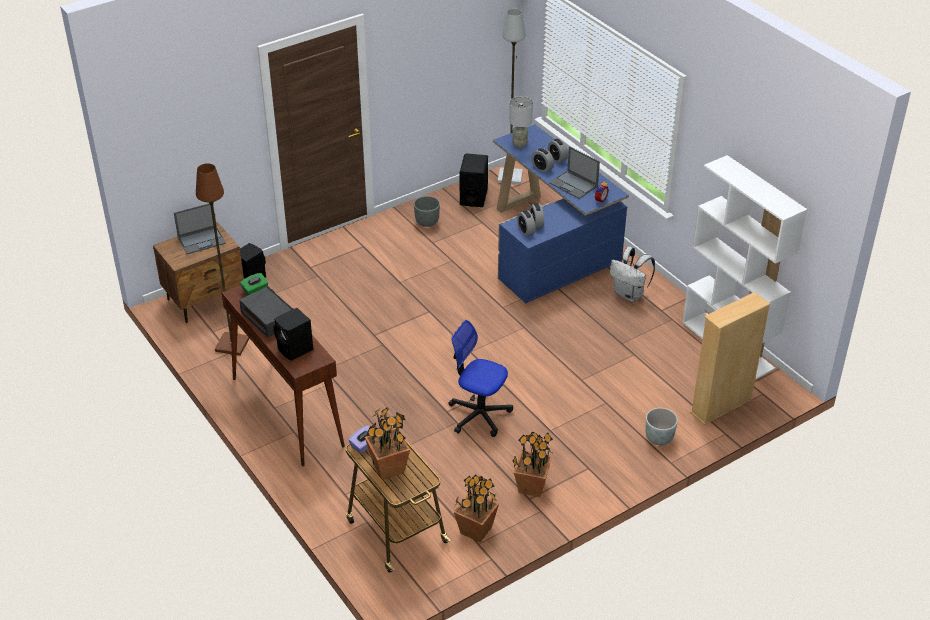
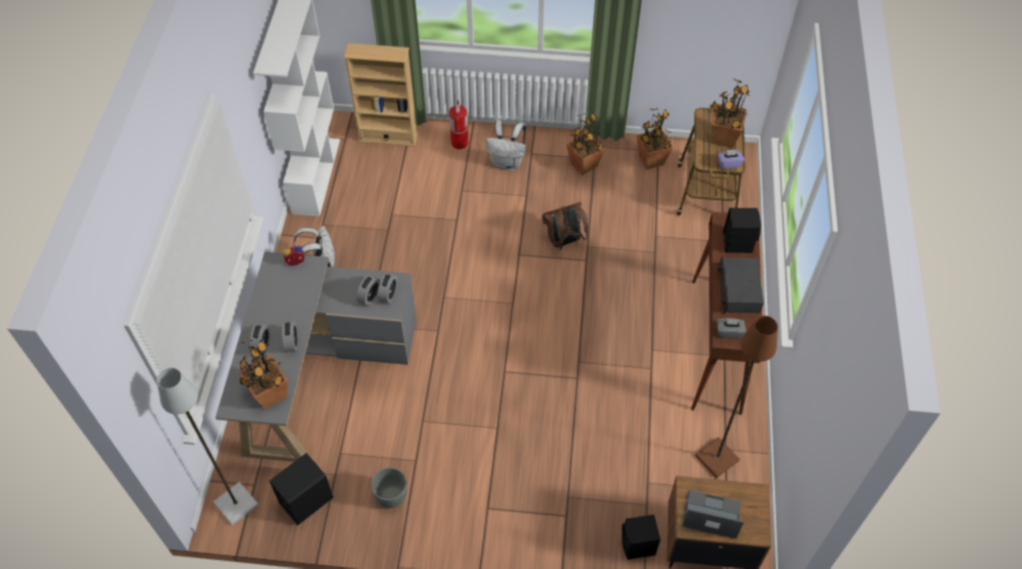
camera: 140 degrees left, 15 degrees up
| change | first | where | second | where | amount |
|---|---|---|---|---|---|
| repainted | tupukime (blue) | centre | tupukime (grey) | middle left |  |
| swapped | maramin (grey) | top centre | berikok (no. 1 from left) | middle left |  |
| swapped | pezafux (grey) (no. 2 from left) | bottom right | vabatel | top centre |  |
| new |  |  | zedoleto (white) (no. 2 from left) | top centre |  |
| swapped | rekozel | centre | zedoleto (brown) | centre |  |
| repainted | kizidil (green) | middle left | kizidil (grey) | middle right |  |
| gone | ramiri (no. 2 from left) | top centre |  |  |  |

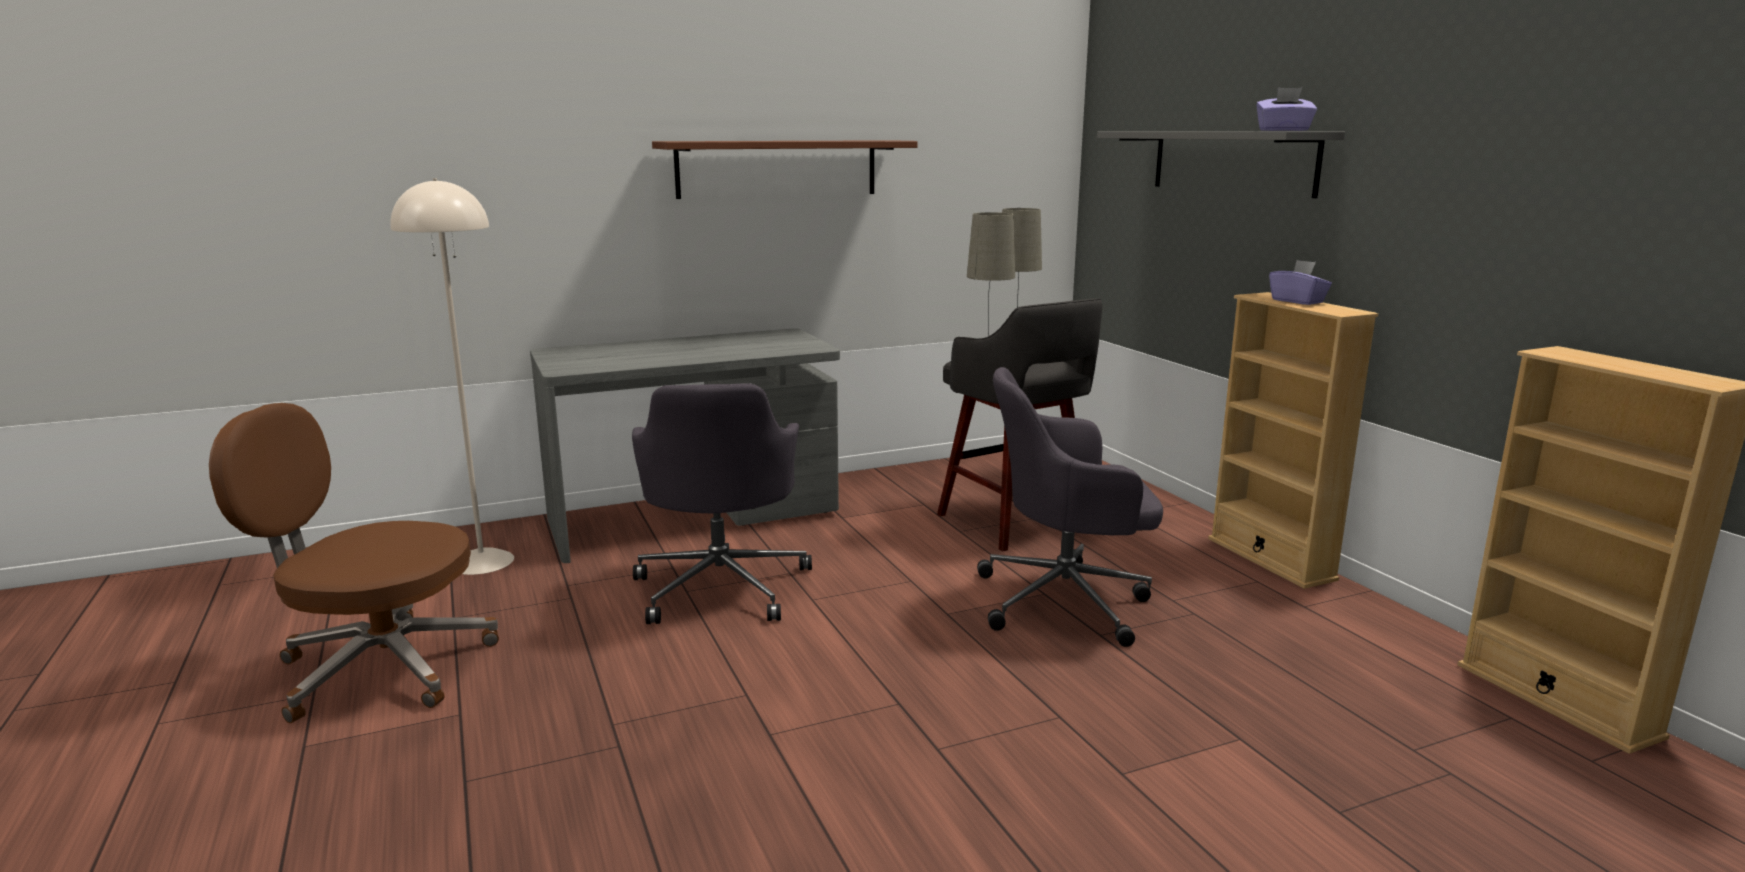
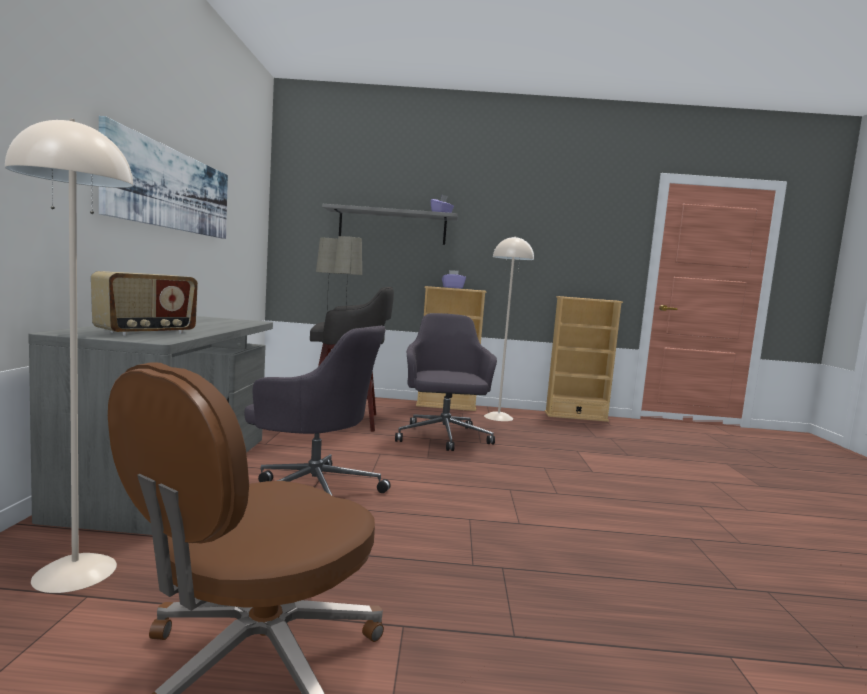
camera: 65 degrees left, 10 degrees down
| change | first | where | second | where | amount |
|---|---|---|---|---|---|
| new |  |  | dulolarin | middle left |  |
| swapped | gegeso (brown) | top centre | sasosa | top left |  |
| rotated | rekozel (grey) (no. 2 from left) | centre |  | centre | 150 degrees clockwise |
| new |  |  | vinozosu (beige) (no. 2 from left) | centre |  |

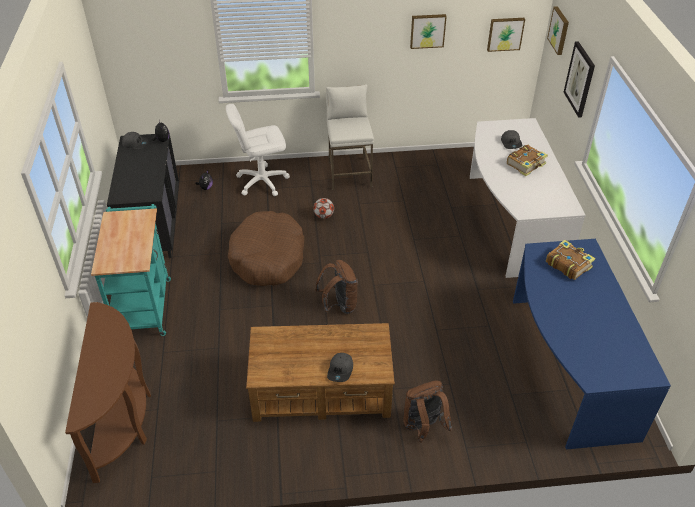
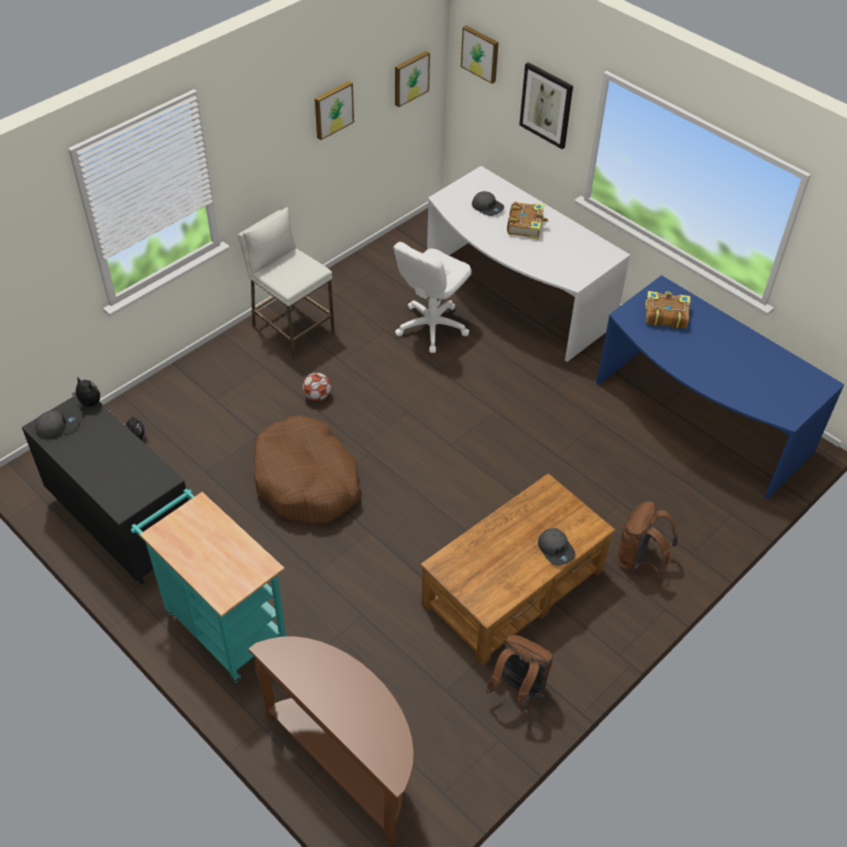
camera: 40 degrees left, 5 degrees up
| change | first | where | second | where | amount |
|---|---|---|---|---|---|
| shifted | rekozel (white) | top centre |  | centre |  |
| shifted | zedoleto (brown) (no. 1 from left) | centre |  | bottom centre |  |

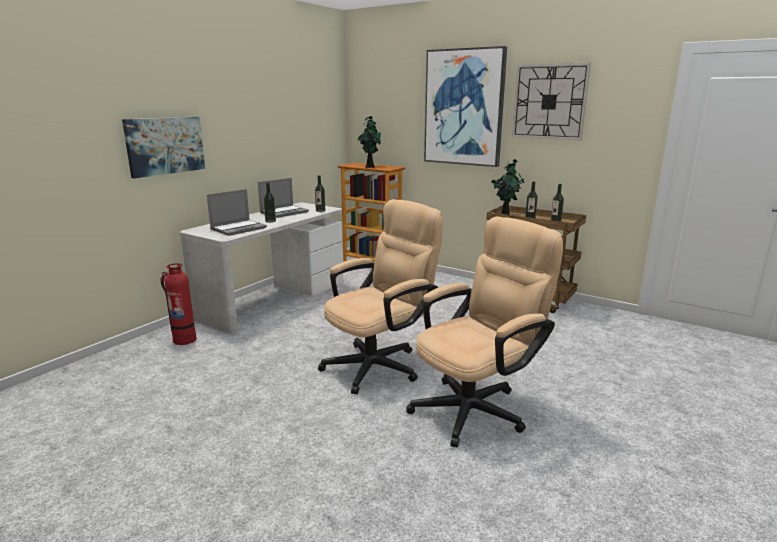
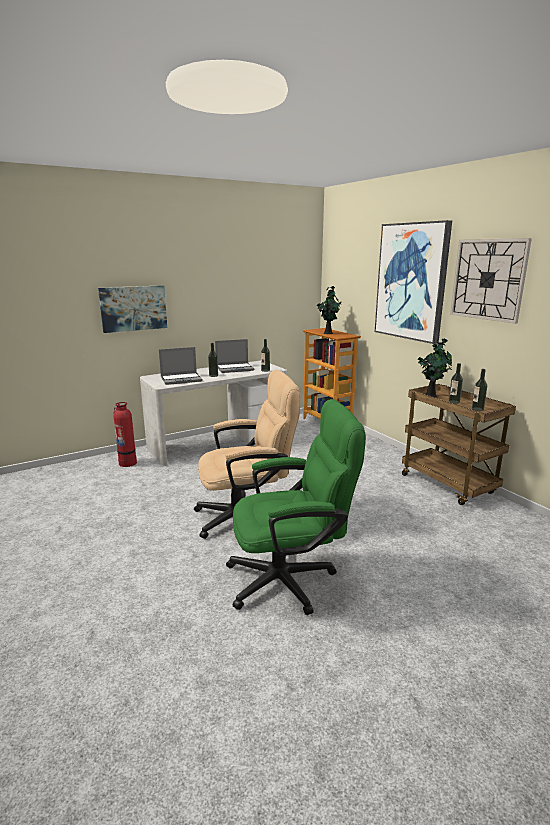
camera: 25 degrees right, 0 degrees up
| change | first | where | second | where | amount |
|---|---|---|---|---|---|
| repainted | rekozel (beige) (no. 2 from left) | centre | rekozel (green) | centre |  |

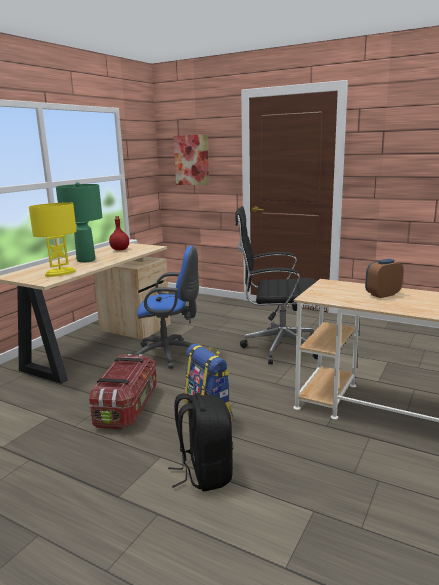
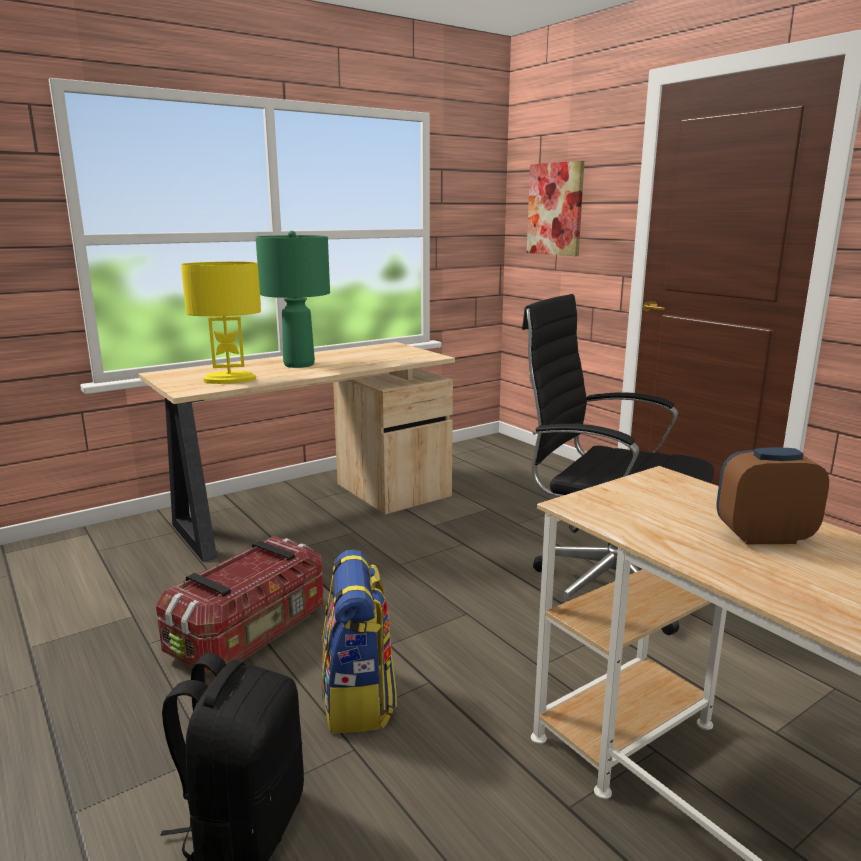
camera: 25 degrees right, 0 degrees up
| change | first | where | second | where | amount |
|---|---|---|---|---|---|
| gone | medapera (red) | middle left |  |  |  |
| gone | rekozel (blue) | centre |  |  |  |

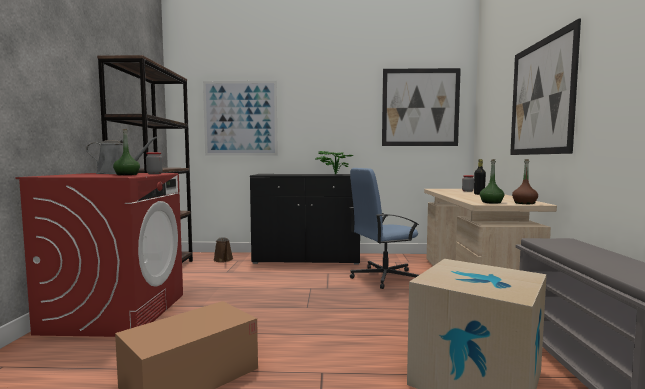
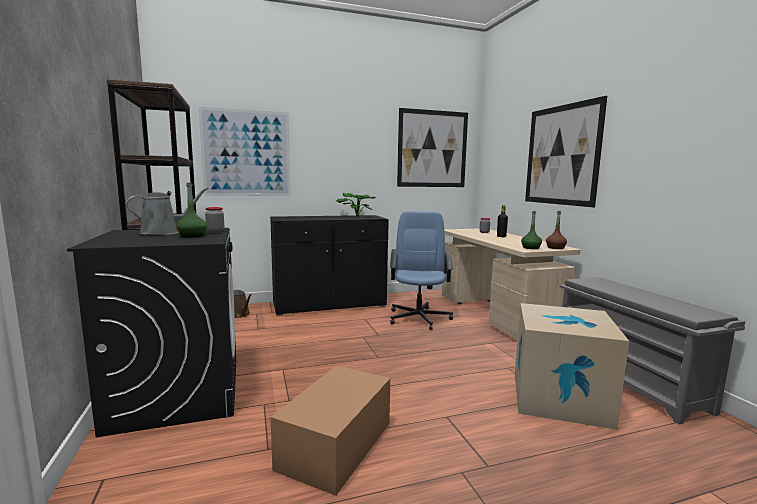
camera: 20 degrees left, 5 degrees up
| change | first | where | second | where | amount |
|---|---|---|---|---|---|
| repainted | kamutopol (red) | middle left | kamutopol (black) | middle left |  |
| rotated | rekozel (blue) | centre |  | centre | 135 degrees clockwise |

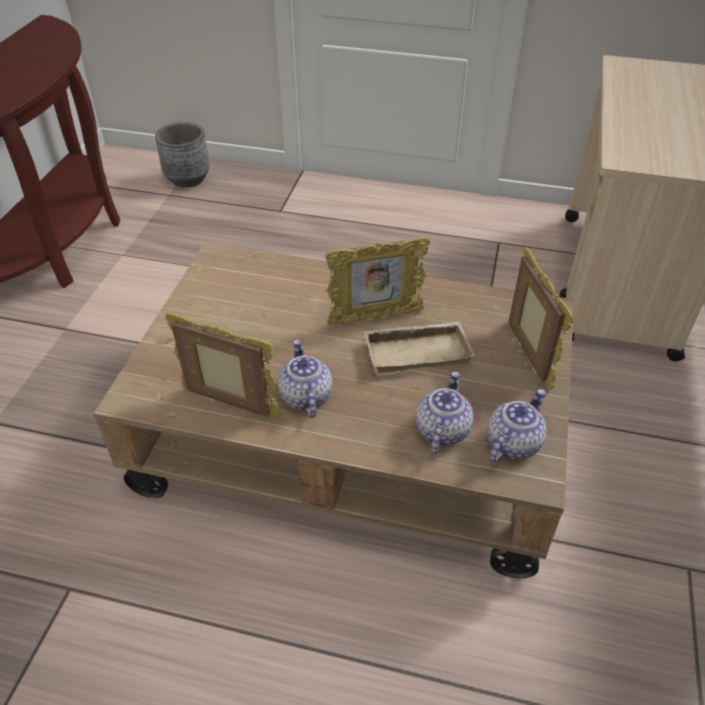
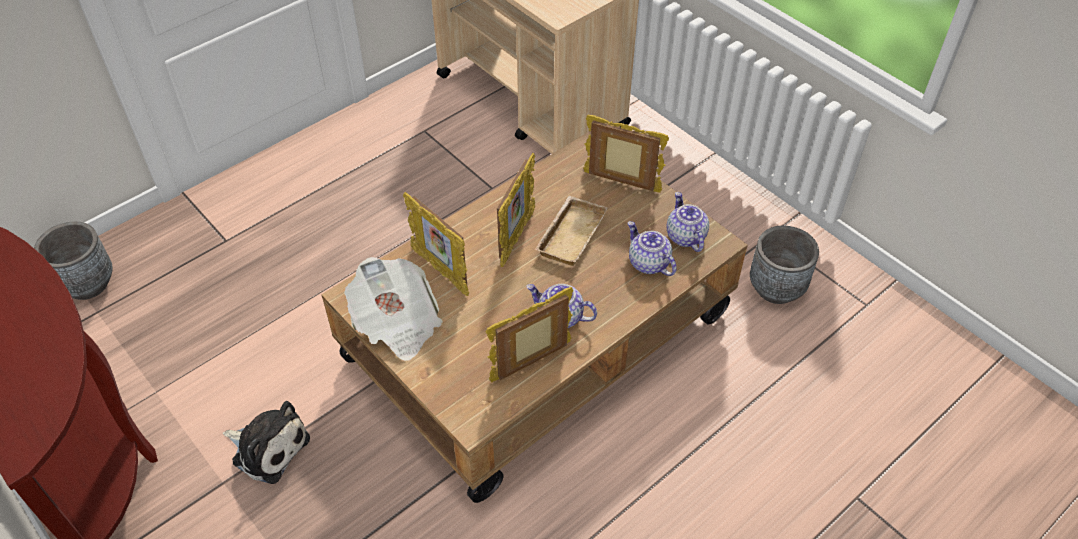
camera: 55 degrees left, 5 degrees up
| change | first | where | second | where | amount |
|---|---|---|---|---|---|
| new |  |  | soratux | bottom left |  |
| new |  |  | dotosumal | centre |  |
| new |  |  | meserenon (no. 1 from left) | centre |  |
| new |  |  | pezafux (grey) (no. 2 from left) | middle right |  |

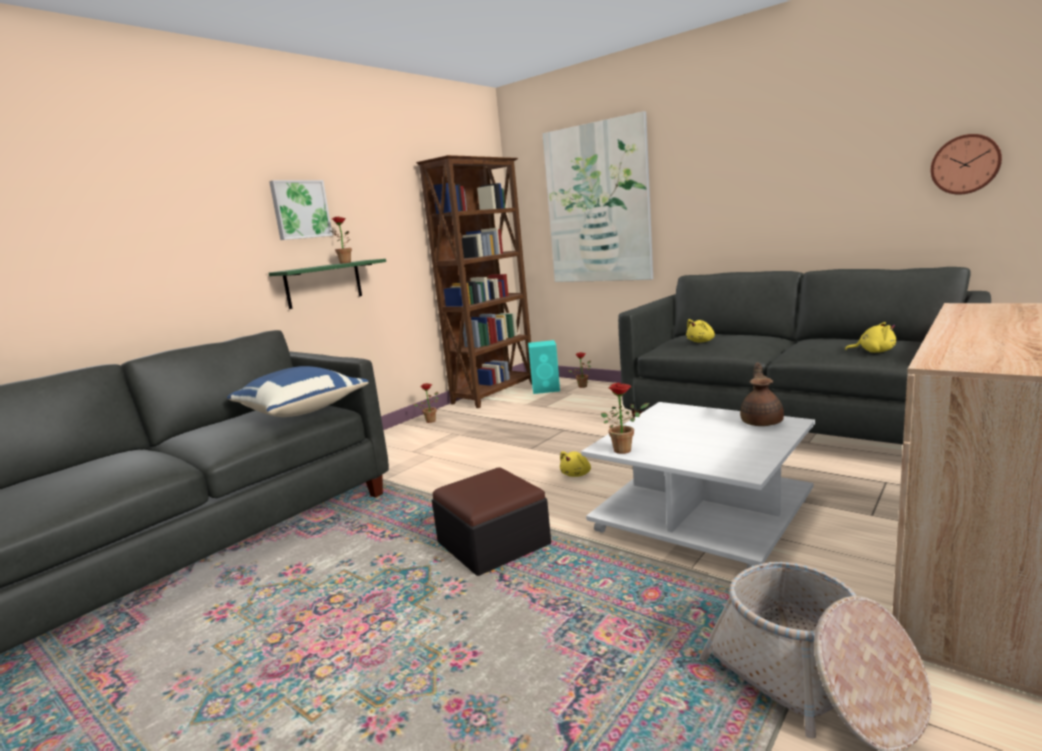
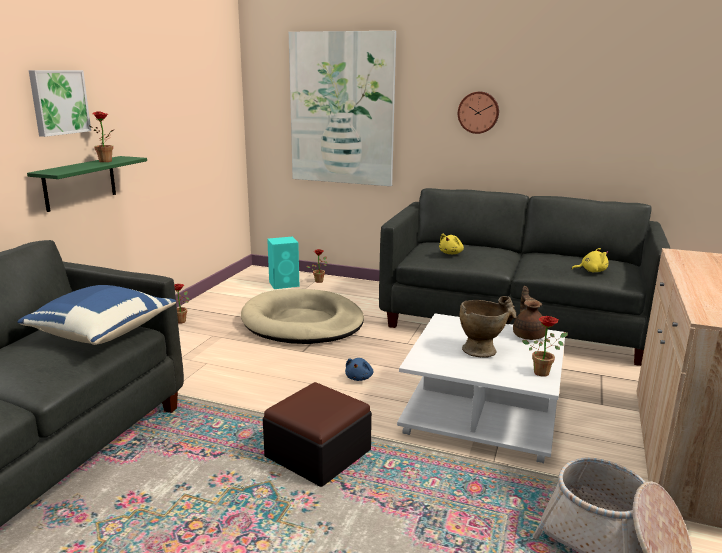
camera: 20 degrees left, 5 degrees up
| change | first | where | second | where | amount |
|---|---|---|---|---|---|
| new |  |  | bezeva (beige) | centre |  |
| repainted | soratux (yellow) (no. 1 from left) | centre | soratux (blue) | bottom centre |  |
| shifted | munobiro | top right |  | top centre |  |
| new |  |  | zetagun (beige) | middle right |  |
| shifted | berikok (no. 4 from left) | centre |  | middle right |  |
| gone | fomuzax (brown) | centre |  |  |  |

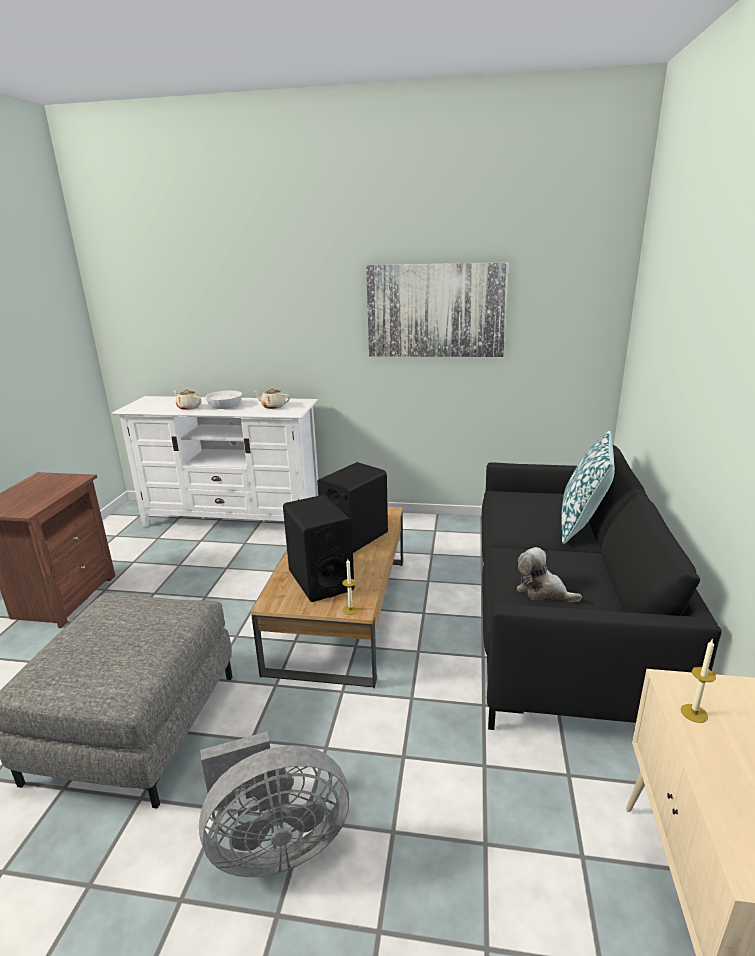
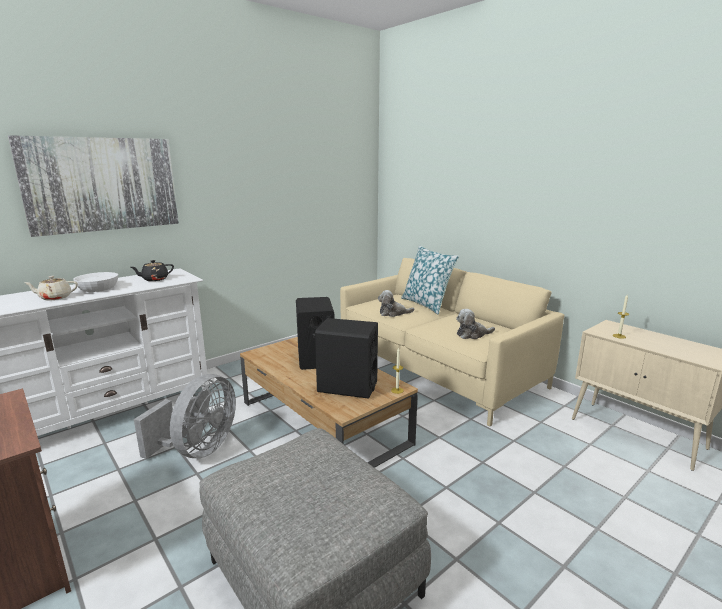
camera: 50 degrees left, 5 degrees down
| change | first | where | second | where | amount |
|---|---|---|---|---|---|
| shifted | sasosa | top centre |  | top left |  |
| repainted | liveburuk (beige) (no. 2 from left) | centre | liveburuk (black) | middle left |  |
| shifted | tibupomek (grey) | bottom centre |  | bottom left |  |
| repainted | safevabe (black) | middle right | safevabe (beige) | centre |  |
| new |  |  | soratux (no. 1 from left) | centre |  |

